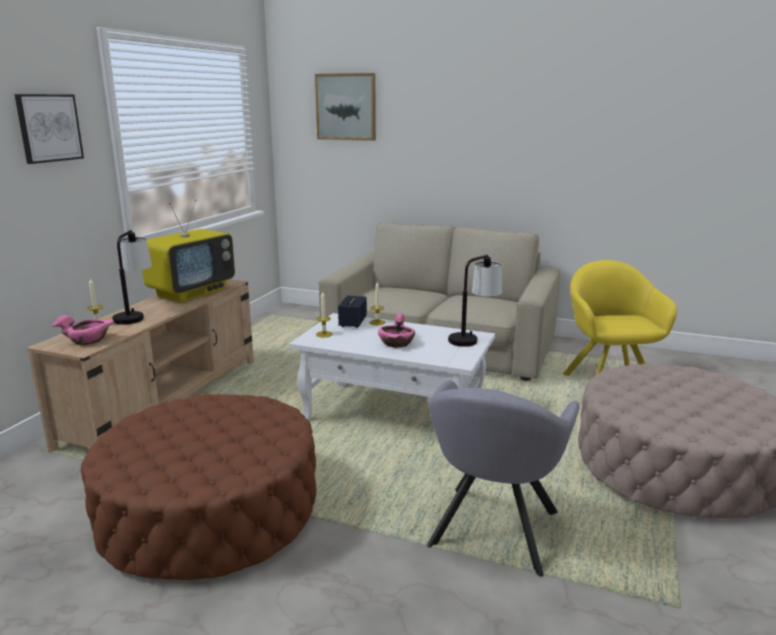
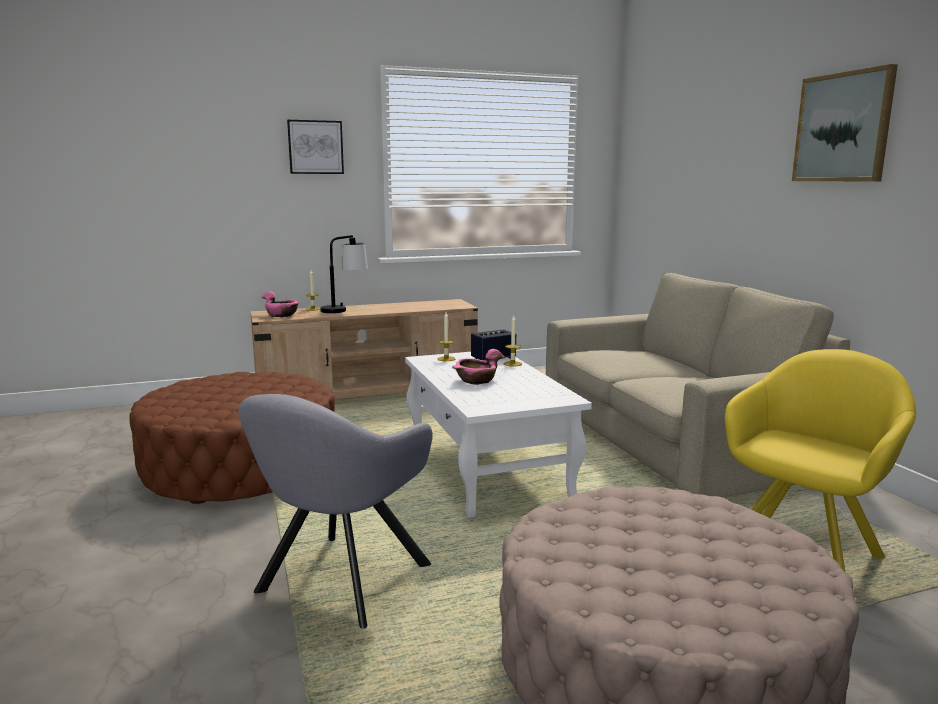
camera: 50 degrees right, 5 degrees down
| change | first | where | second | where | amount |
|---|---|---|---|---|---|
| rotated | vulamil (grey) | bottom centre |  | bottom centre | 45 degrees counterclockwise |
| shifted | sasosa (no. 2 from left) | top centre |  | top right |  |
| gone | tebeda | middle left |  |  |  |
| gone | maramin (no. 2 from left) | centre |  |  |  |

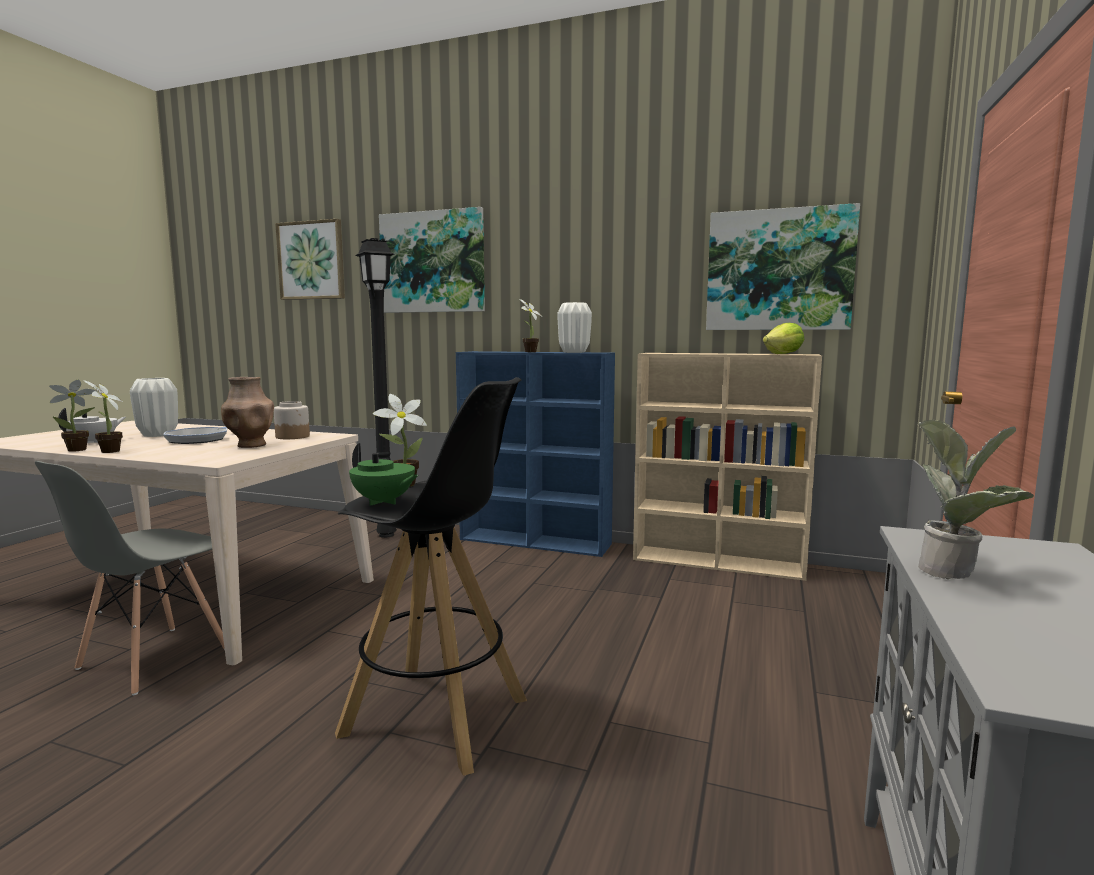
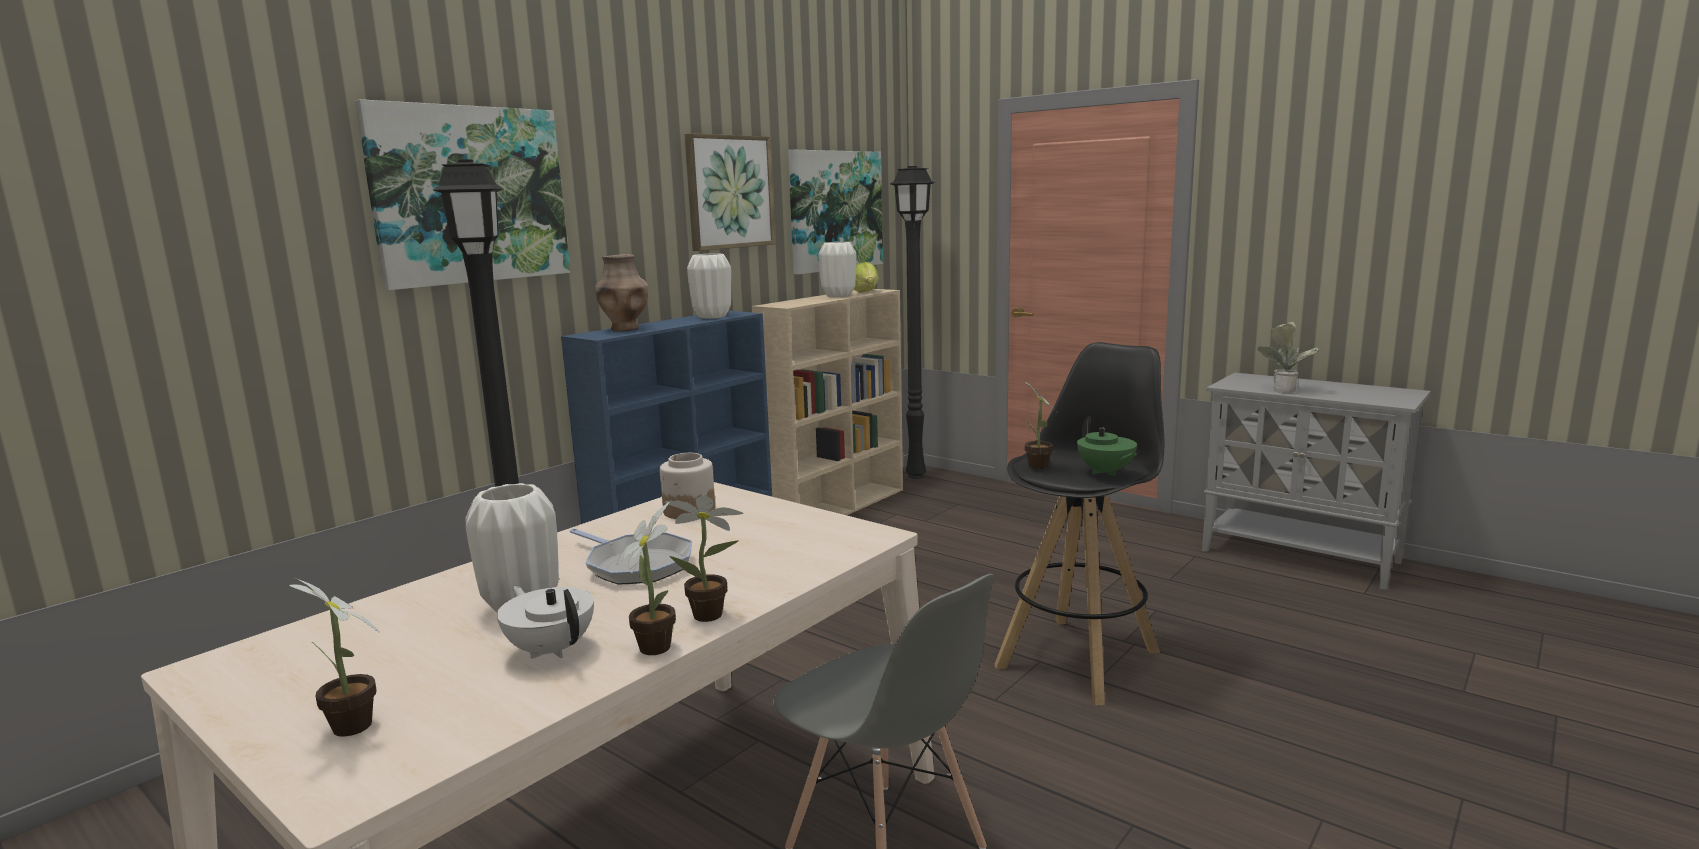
camera: 70 degrees left, 5 degrees up
| change | first | where | second | where | amount |
|---|---|---|---|---|---|
| shifted | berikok (no. 4 from left in the first image) | centre | berikok (no. 1 from left) | bottom left |  |
| shifted | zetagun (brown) | middle left |  | centre |  |
| shifted | sasosa (no. 1 from left in the first image) | top left | sasosa (no. 2 from left) | top centre |  |
| new |  |  | zetagun (white) (no. 3 from left) | top centre |  |
| new |  |  | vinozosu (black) (no. 2 from left) | centre |  |
| rotated | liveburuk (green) | centre |  | centre | 105 degrees clockwise |

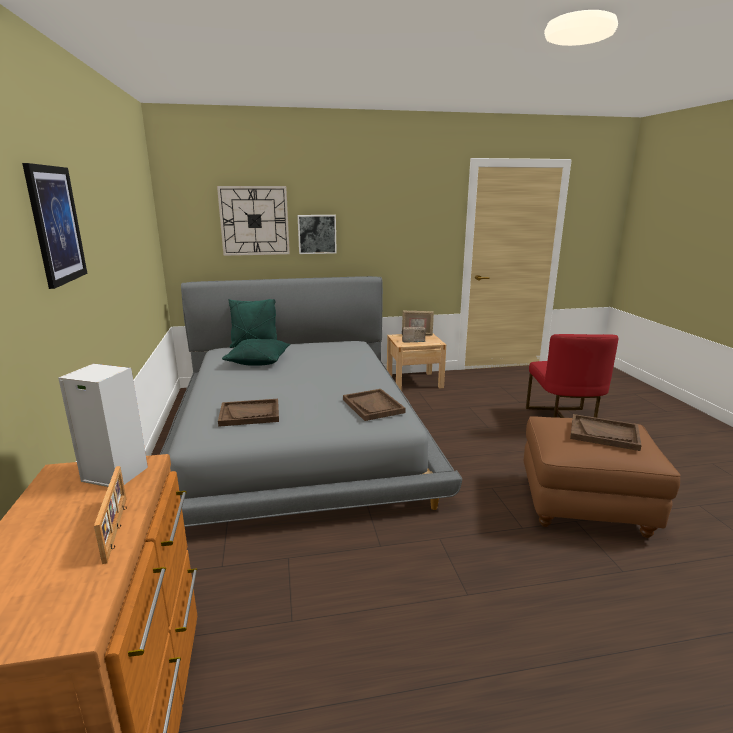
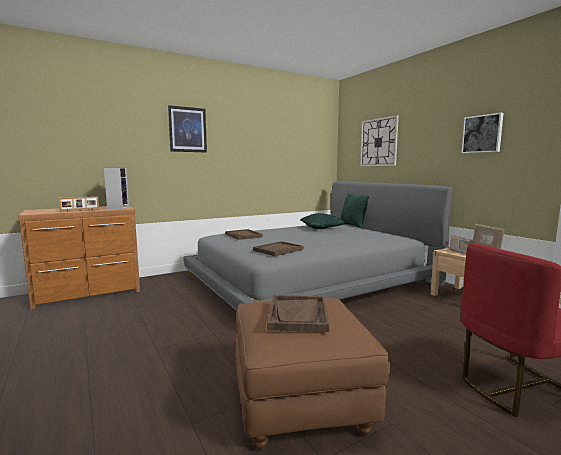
camera: 70 degrees right, 10 degrees down
| change | first | where | second | where | amount |
|---|---|---|---|---|---|
| shifted | sasosa (no. 2 from left) | top centre |  | top right |  |

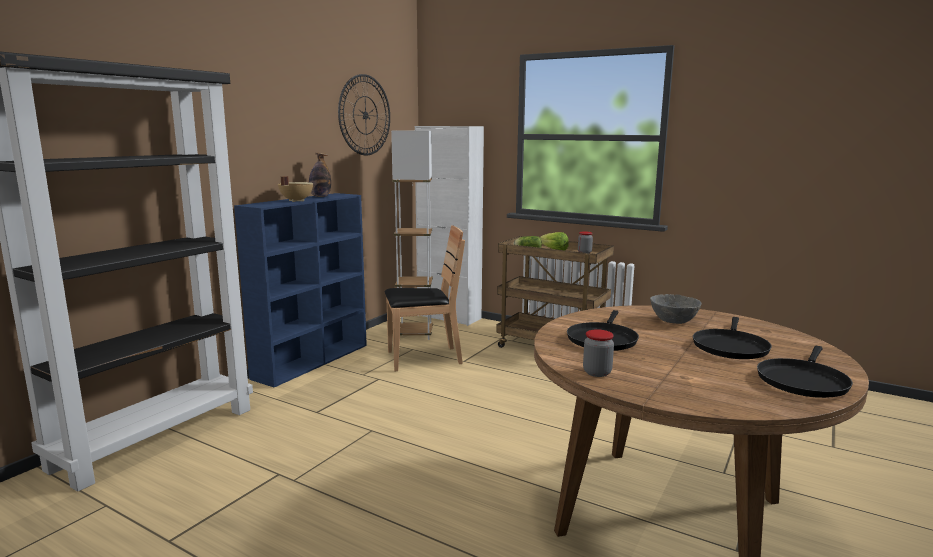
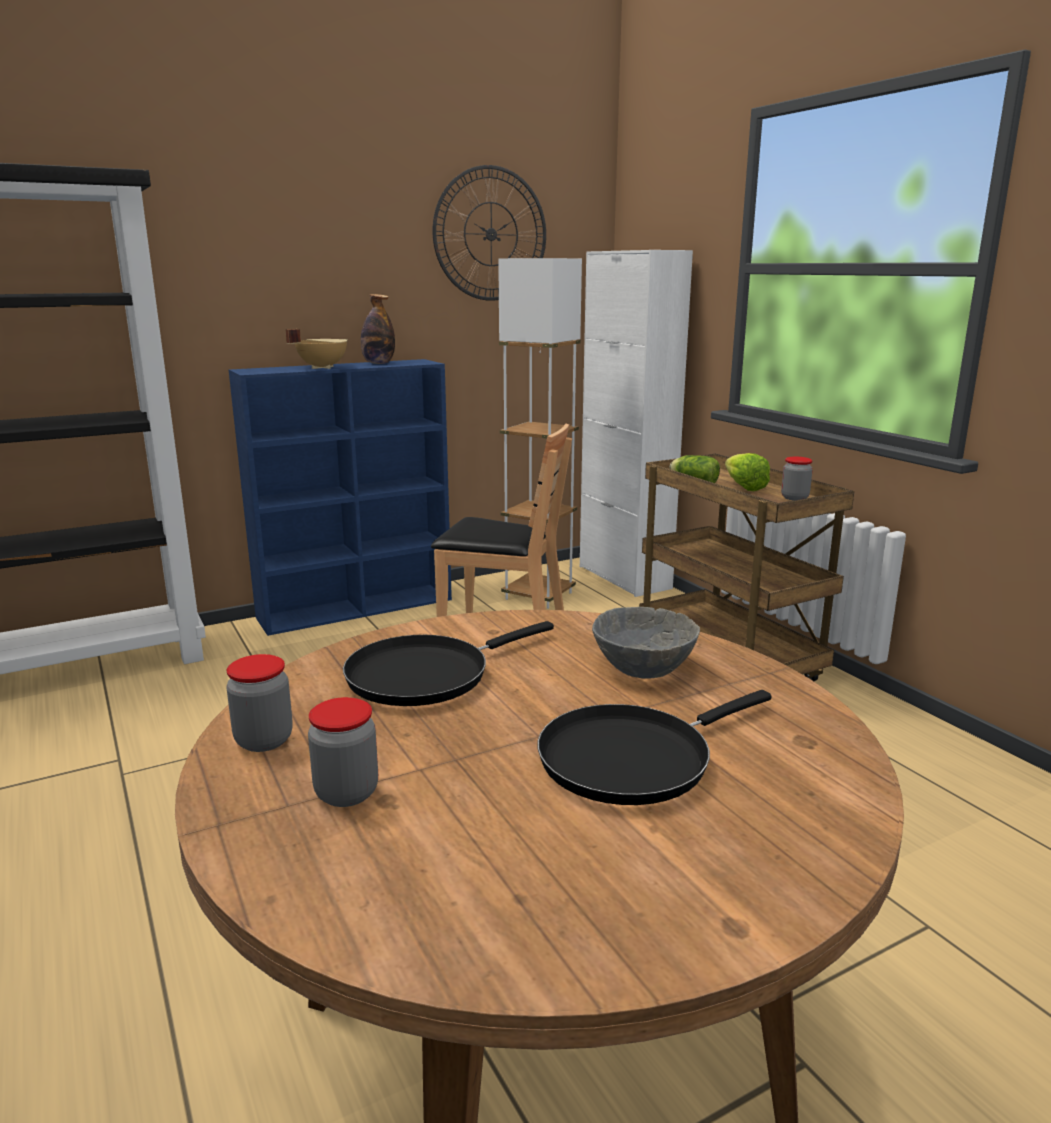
camera: 30 degrees right, 5 degrees up
| change | first | where | second | where | amount |
|---|---|---|---|---|---|
| new |  |  | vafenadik (no. 2 from left) | bottom left |  |
| gone | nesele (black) (no. 3 from left) | bottom right |  |  |  |

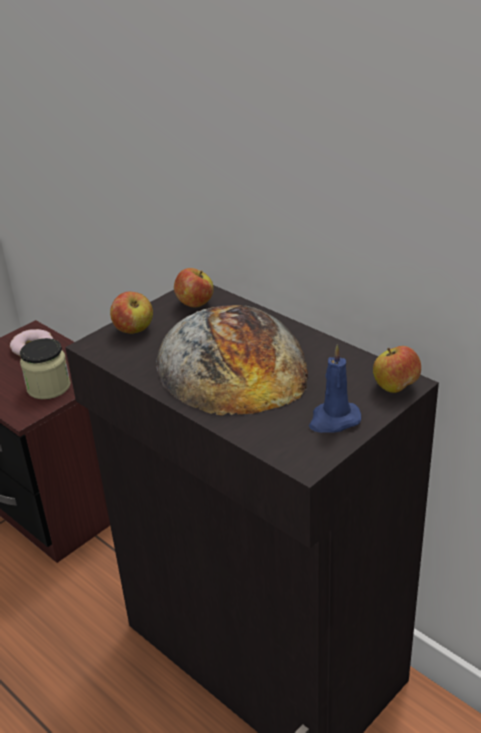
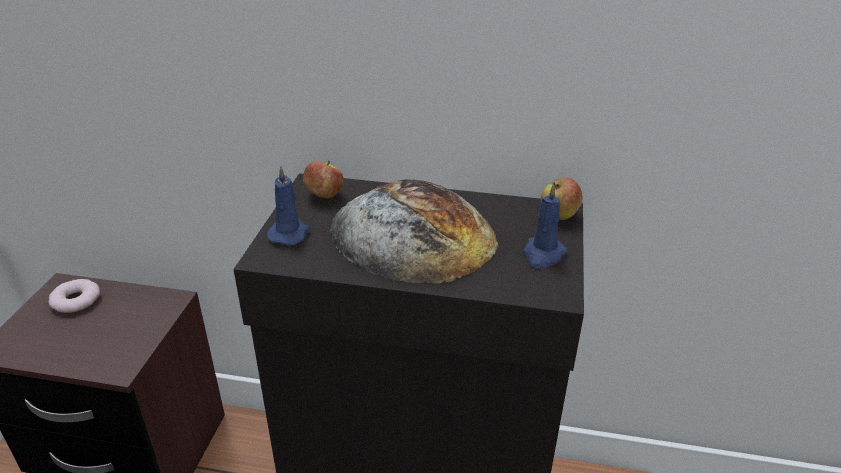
camera: 35 degrees left, 0 degrees up
| change | first | where | second | where | amount |
|---|---|---|---|---|---|
| swapped | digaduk (no. 1 from left) | middle left | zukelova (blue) (no. 1 from left) | centre |  |
| gone | vafenadik | middle left |  |  |  |

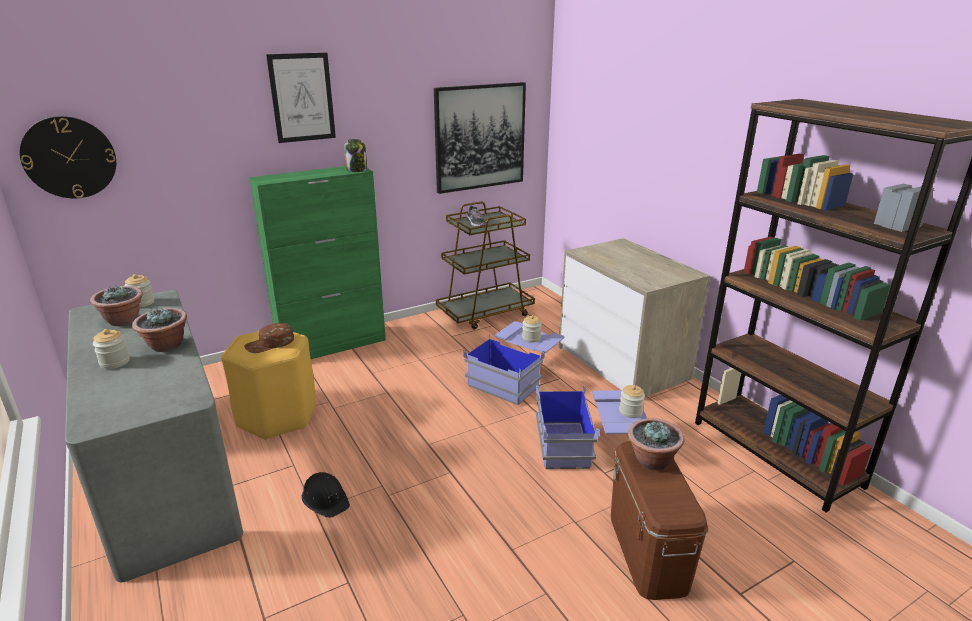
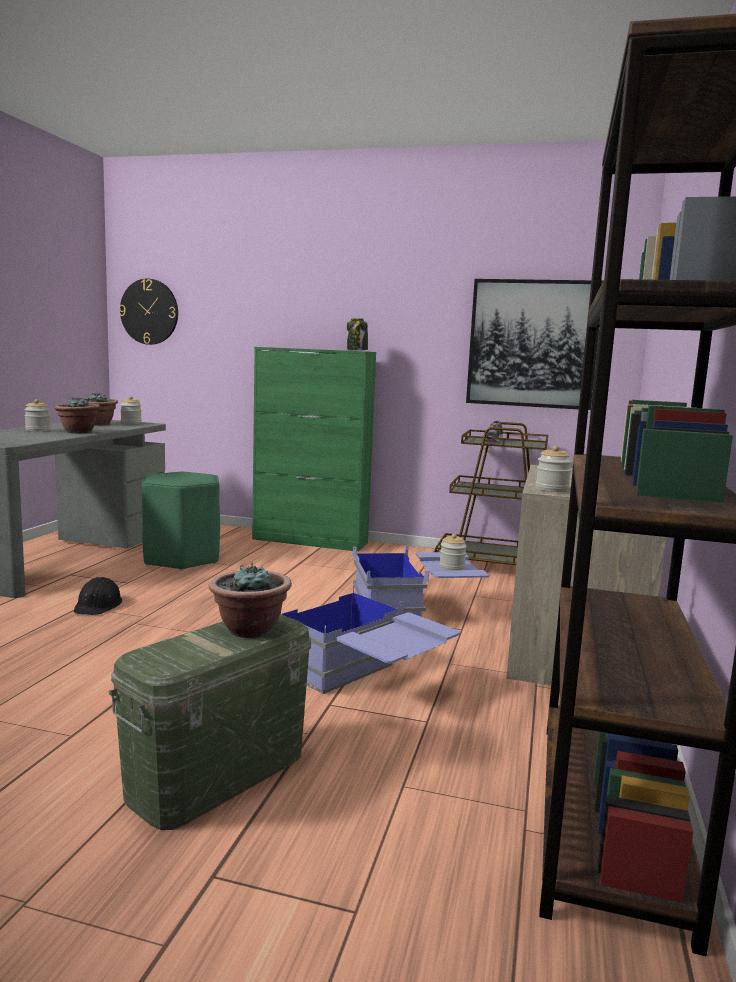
camera: 45 degrees right, 15 degrees down
| change | first | where | second | where | amount |
|---|---|---|---|---|---|
| repainted | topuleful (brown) | bottom right | topuleful (green) | bottom left |  |
| repainted | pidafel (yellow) | middle left | pidafel (green) | middle left |  |
| shifted | vafenadik (no. 5 from left) | centre |  | middle right |  |
| gone | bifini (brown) | middle left |  |  |  |
| gone | sasosa (no. 1 from left) | top left |  |  |  |

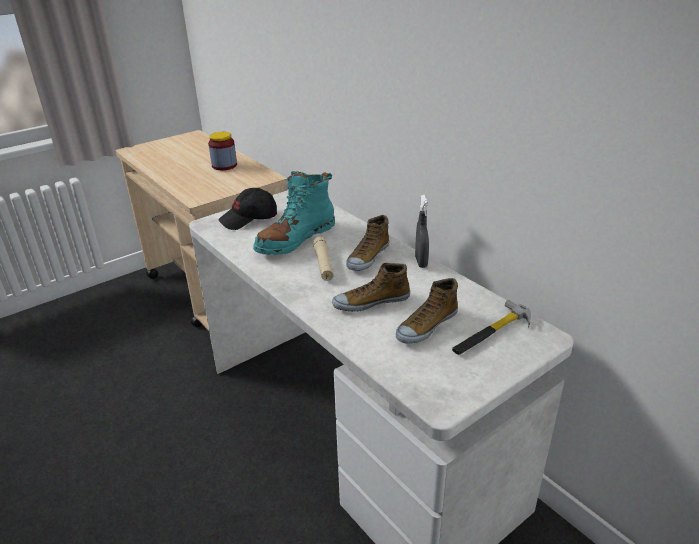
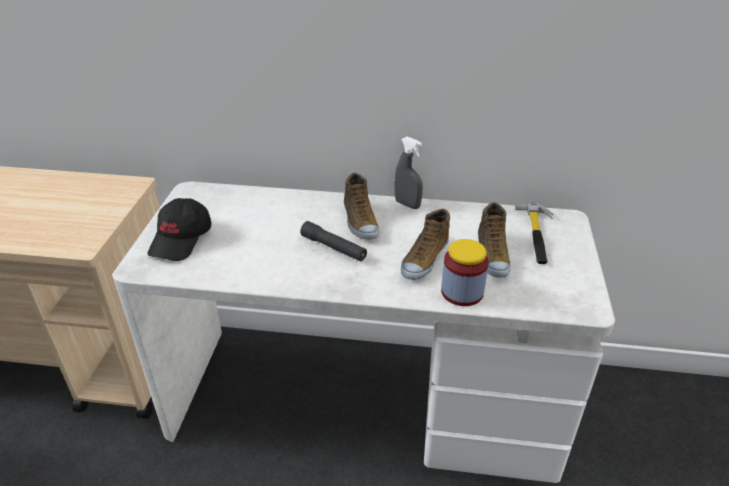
camera: 45 degrees left, 5 degrees up
| change | first | where | second | where | amount |
|---|---|---|---|---|---|
| repainted | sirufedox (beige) | centre | sirufedox (black) | centre |  |
| shifted | vafenadik | top left |  | centre |  |
| gone | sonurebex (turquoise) | centre |  |  |  |

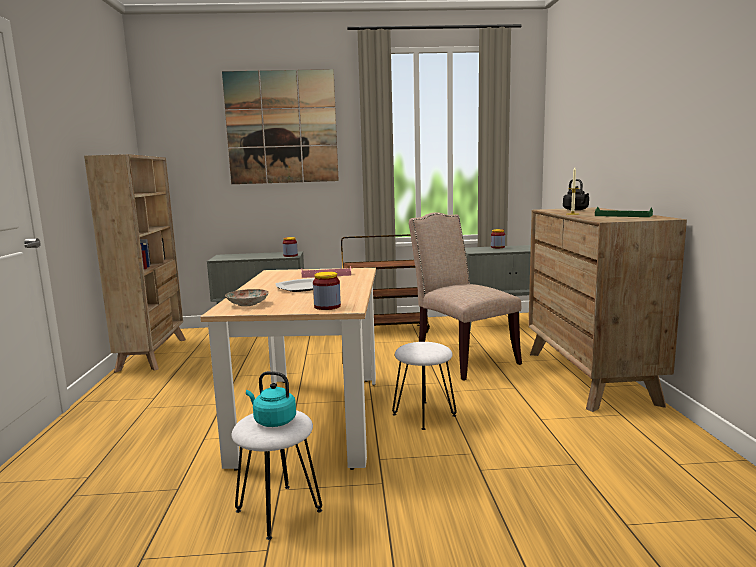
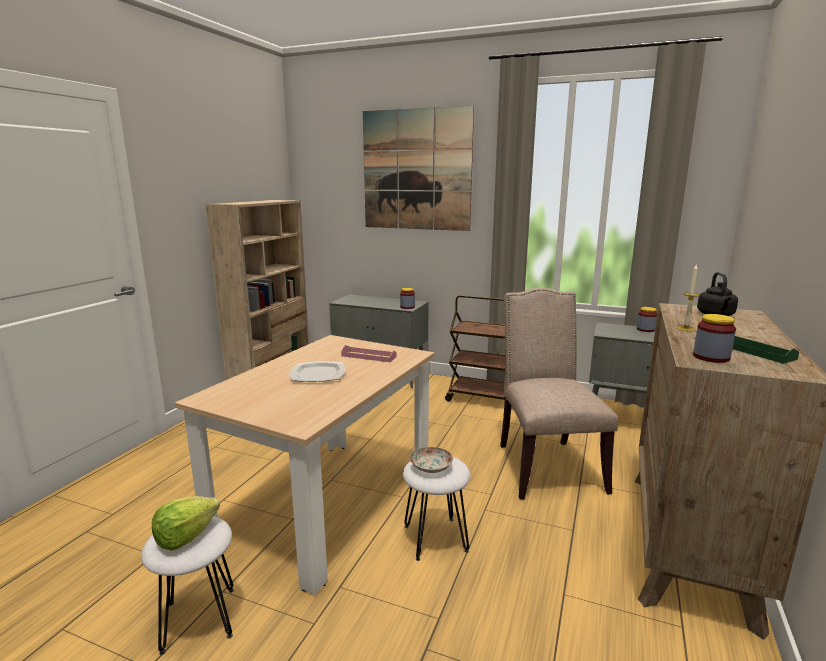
camera: 25 degrees right, 5 degrees up
| change | first | where | second | where | amount |
|---|---|---|---|---|---|
| swapped | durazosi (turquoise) | bottom centre | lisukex | bottom left |  |
| shifted | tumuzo (no. 1 from left in the first image) | middle left | tumuzo (no. 2 from left) | bottom centre |  |
| shifted | vafenadik (no. 2 from left in the first image) | centre | vafenadik (no. 3 from left) | middle right |  |

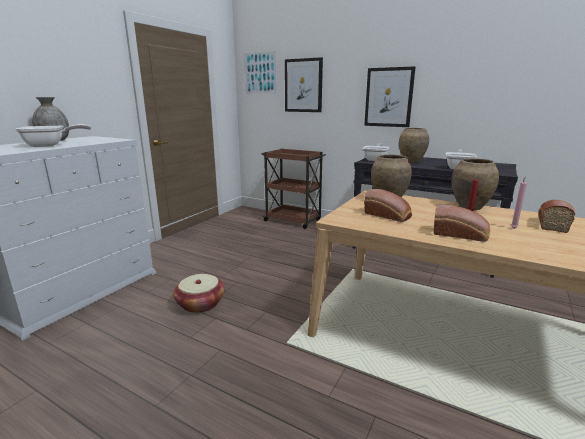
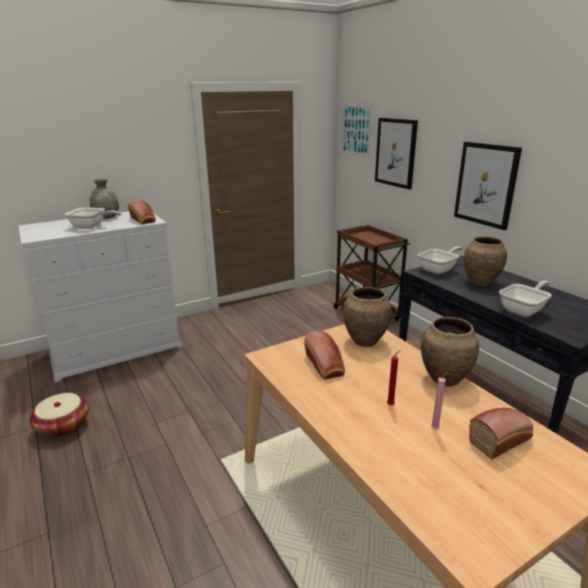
camera: 30 degrees right, 5 degrees up
| change | first | where | second | where | amount |
|---|---|---|---|---|---|
| shifted | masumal | bottom centre |  | bottom left |  |
| shifted | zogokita (no. 2 from left in the first image) | middle right | zogokita (no. 1 from left) | middle left |  |

